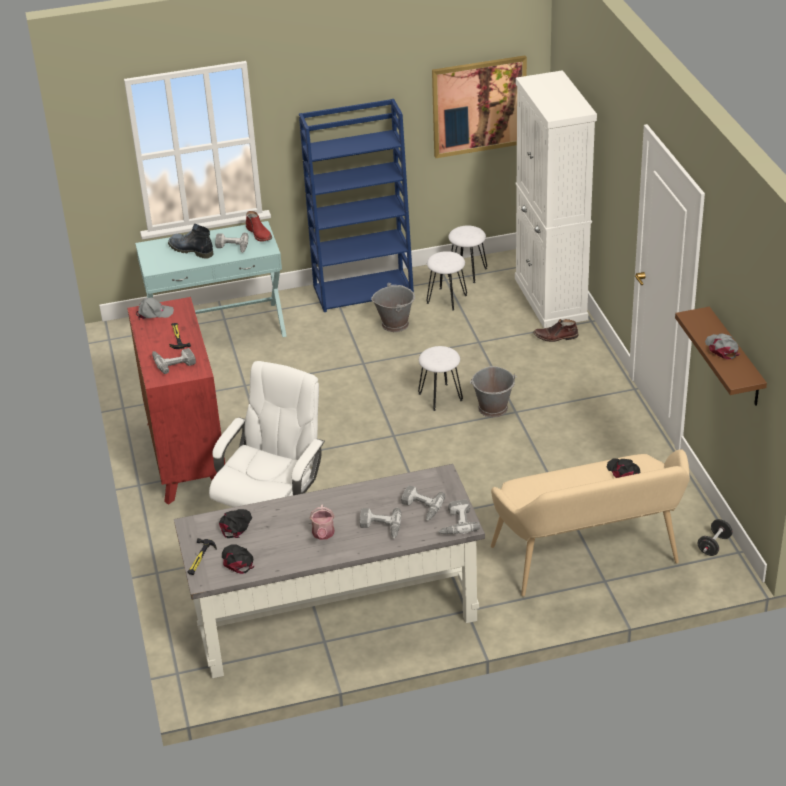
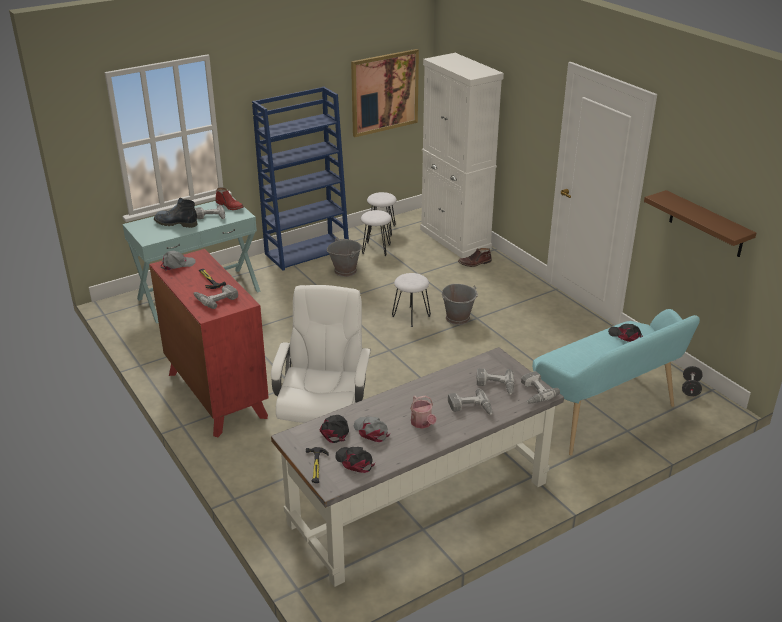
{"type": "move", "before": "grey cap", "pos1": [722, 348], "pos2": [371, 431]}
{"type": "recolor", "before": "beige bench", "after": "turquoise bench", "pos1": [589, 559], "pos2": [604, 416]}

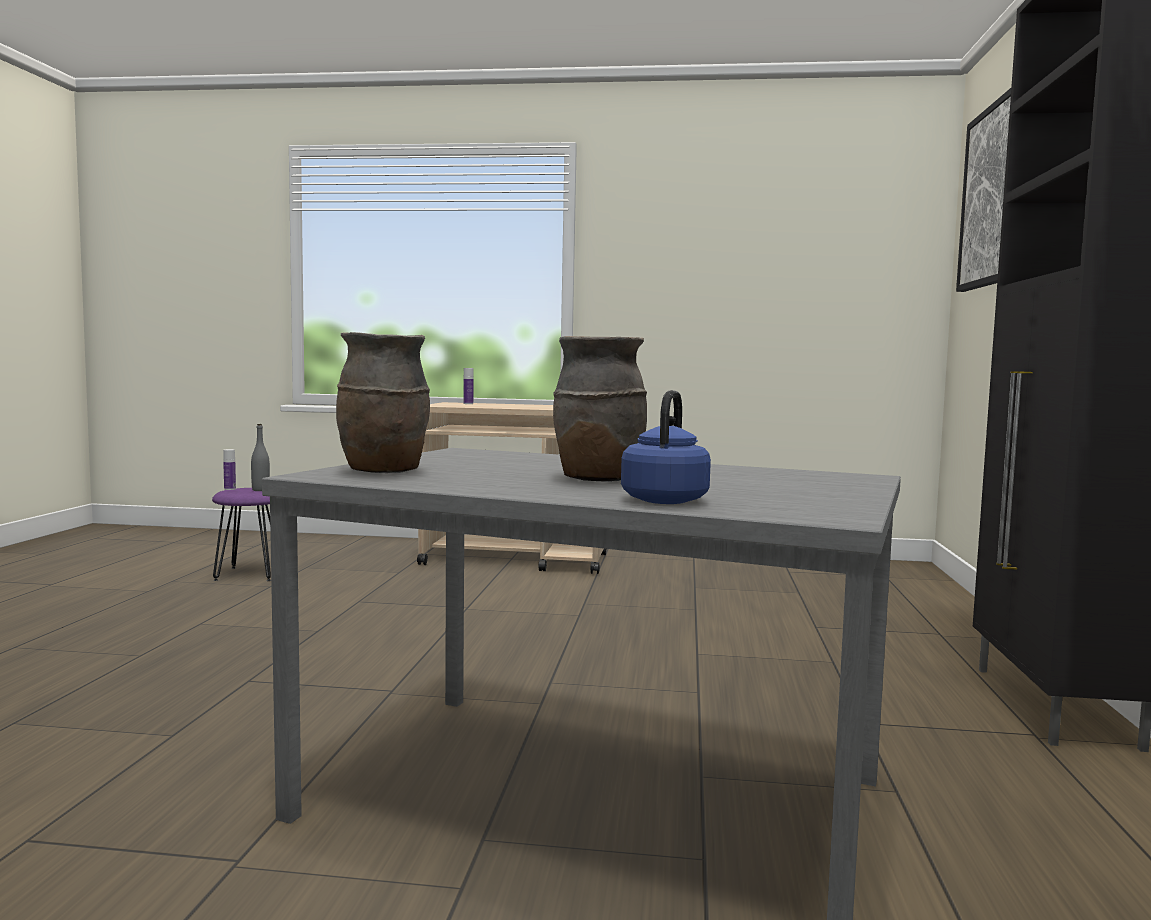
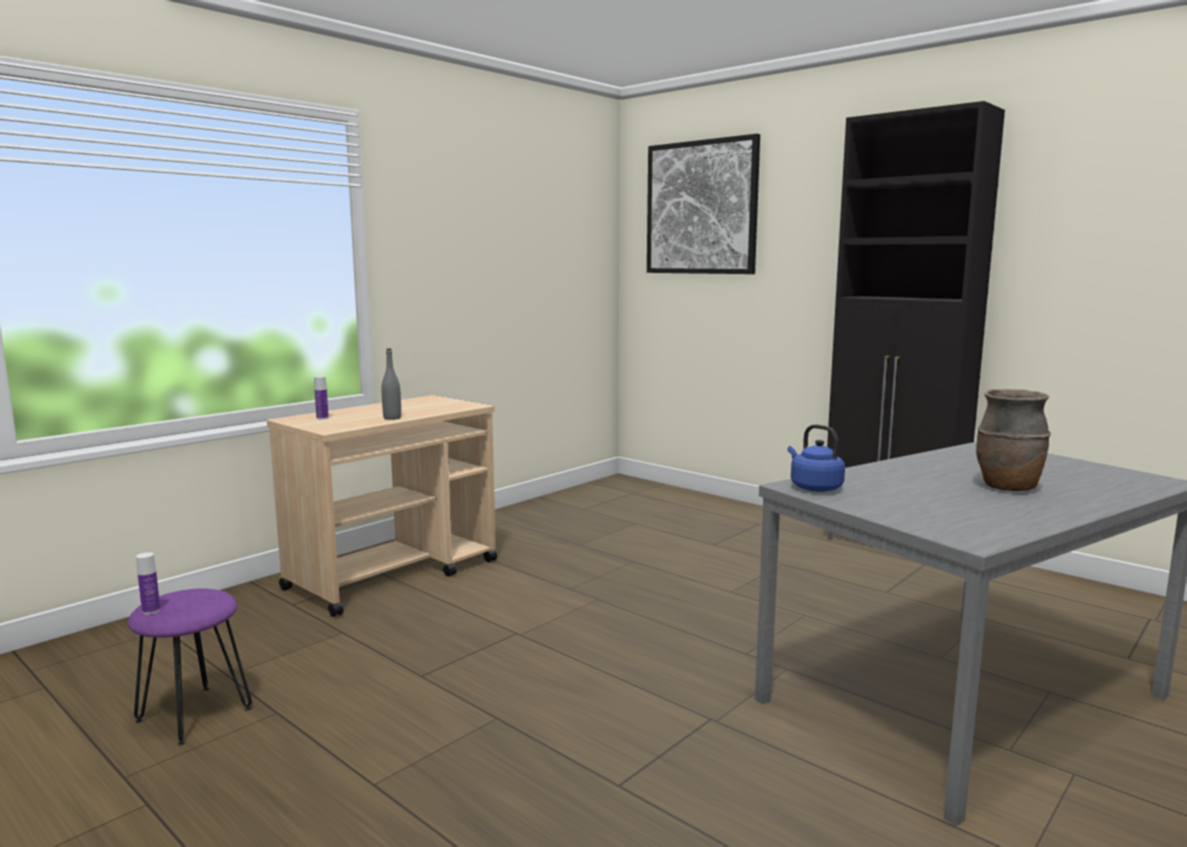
{"type": "delete", "before": "brown vase", "pos1": [384, 472]}
{"type": "move", "before": "grey bottle", "pos1": [260, 490], "pos2": [392, 418]}
{"type": "move", "before": "blue kettle", "pos1": [666, 500], "pos2": [813, 487]}

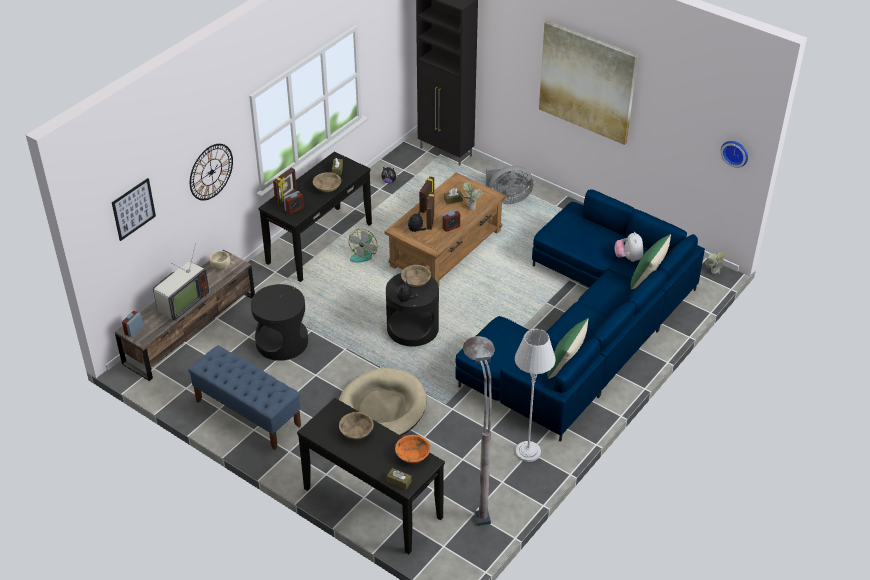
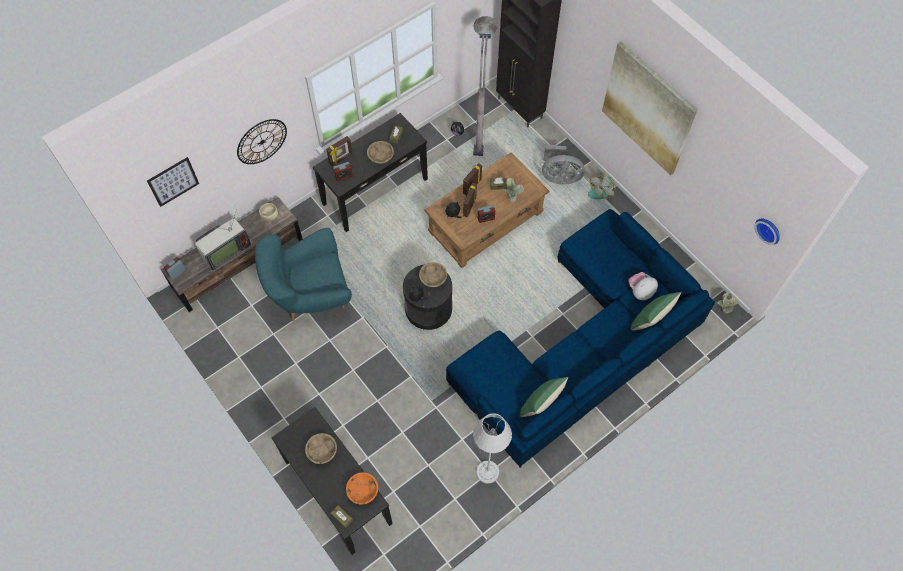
{"type": "delete", "before": "blue bench", "pos1": [247, 413]}
{"type": "delete", "before": "beige dog bed", "pos1": [381, 409]}
{"type": "move", "before": "fan", "pos1": [363, 254], "pos2": [601, 190]}
{"type": "move", "before": "grey floor lamp", "pos1": [476, 494], "pos2": [480, 133]}
{"type": "replace", "before": "black side table", "after": "turquoise armchair", "pos1": [281, 341], "pos2": [311, 296]}
{"type": "rotate", "before": "plush toy", "pos1": [628, 258], "pos2": [640, 291], "turn": 45}

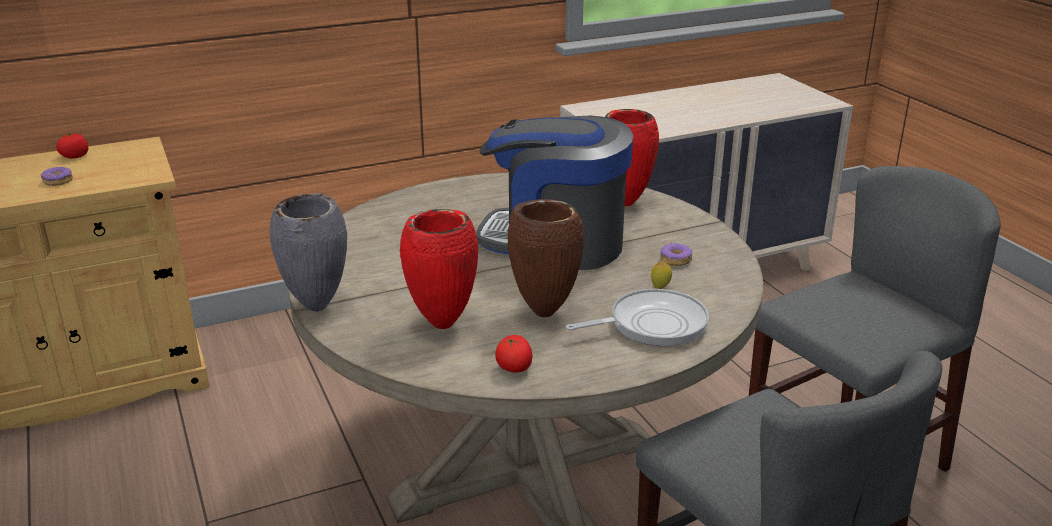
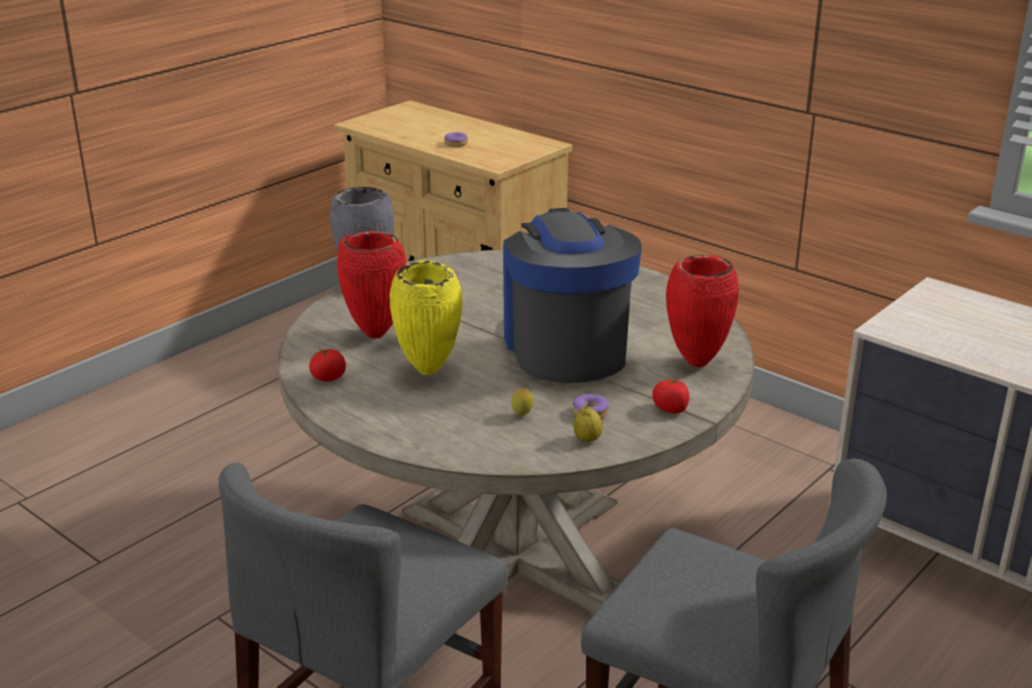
{"type": "delete", "before": "frying pan", "pos1": [652, 325]}
{"type": "insert", "after": "lemon", "pos2": [587, 439]}
{"type": "move", "before": "tomato", "pos1": [75, 156], "pos2": [671, 409]}
{"type": "recolor", "before": "brown vase", "after": "yellow vase", "pos1": [545, 312], "pos2": [429, 371]}

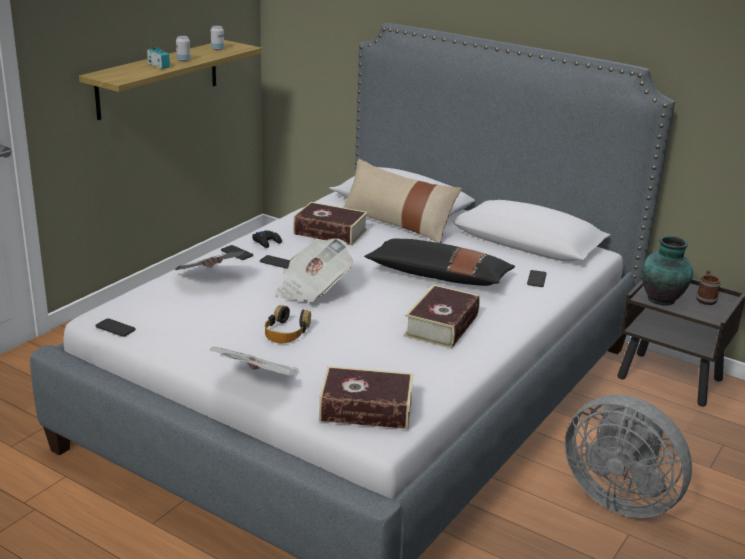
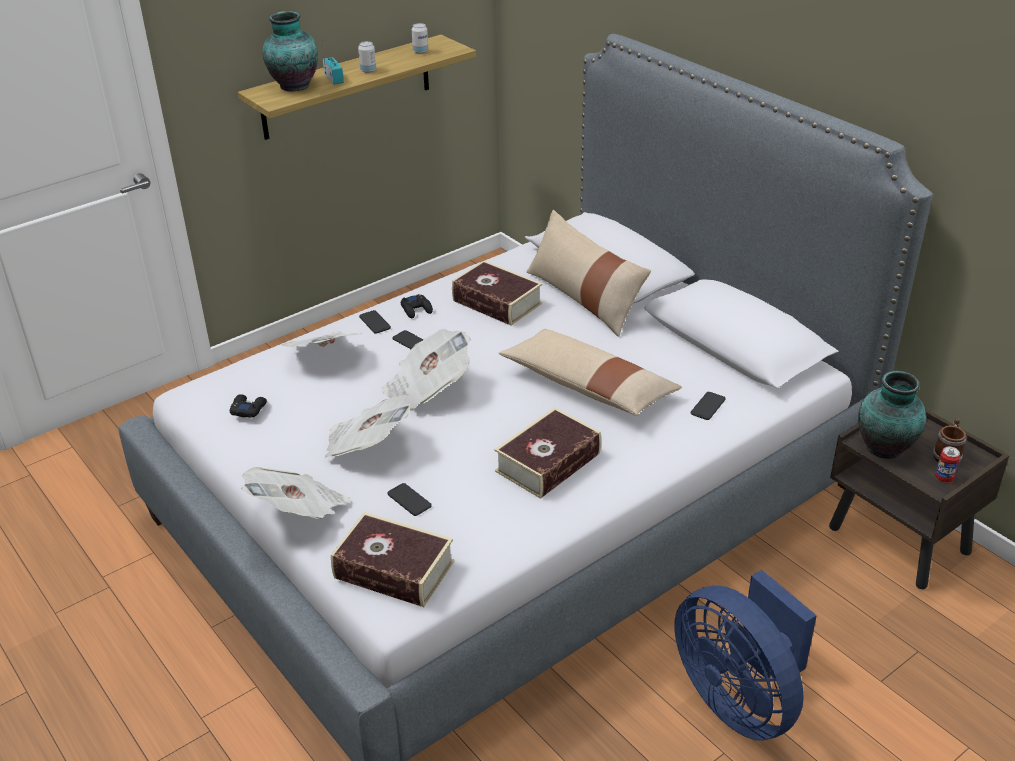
{"type": "insert", "after": "black game controller", "pos2": [248, 409]}
{"type": "insert", "after": "vase", "pos2": [293, 86]}
{"type": "insert", "after": "can", "pos2": [944, 478]}
{"type": "move", "before": "phone", "pos1": [115, 328], "pos2": [409, 500]}
{"type": "replace", "before": "headphones", "after": "newspaper", "pos1": [286, 331], "pos2": [367, 445]}
{"type": "recolor", "before": "black pillow", "after": "beige pillow", "pos1": [438, 276], "pos2": [588, 386]}
{"type": "recolor", "before": "grey fan", "after": "blue fan", "pos1": [619, 497], "pos2": [739, 699]}

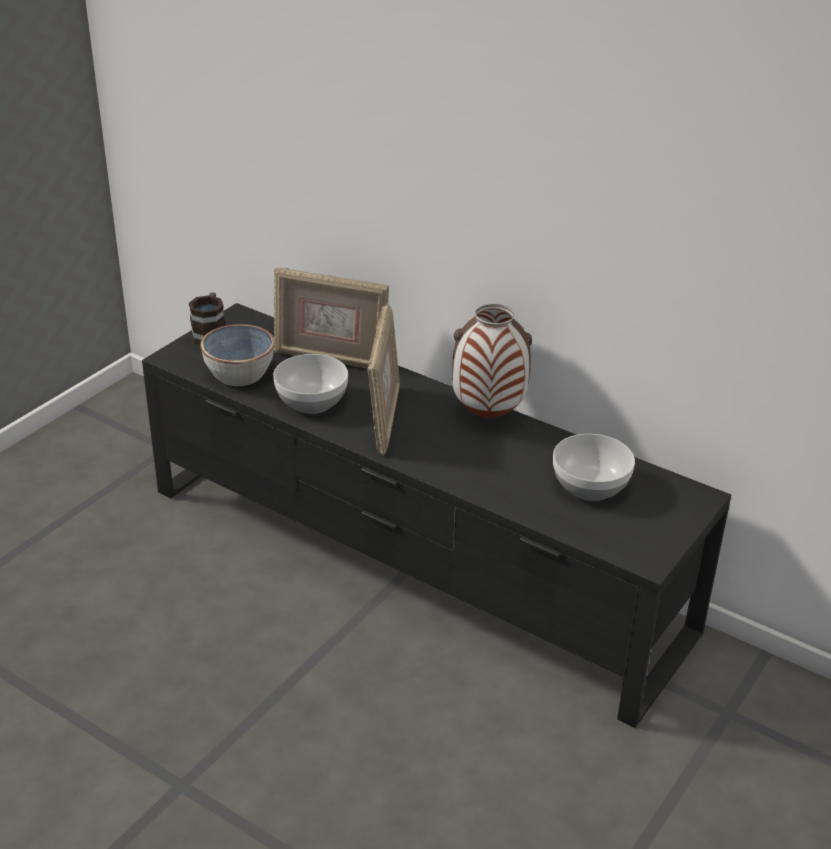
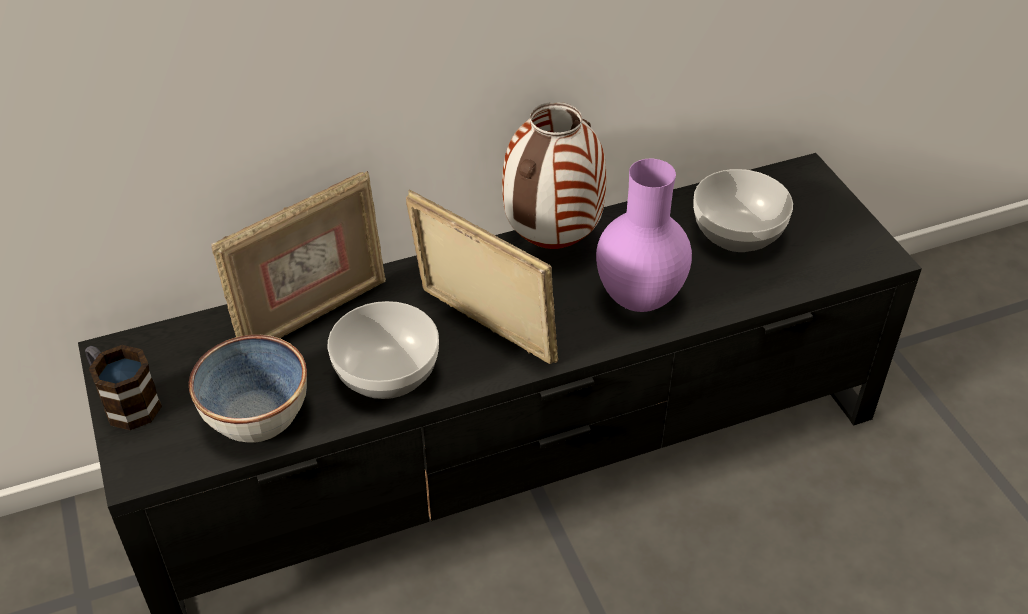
{"type": "insert", "after": "purple vase", "pos2": [637, 301]}

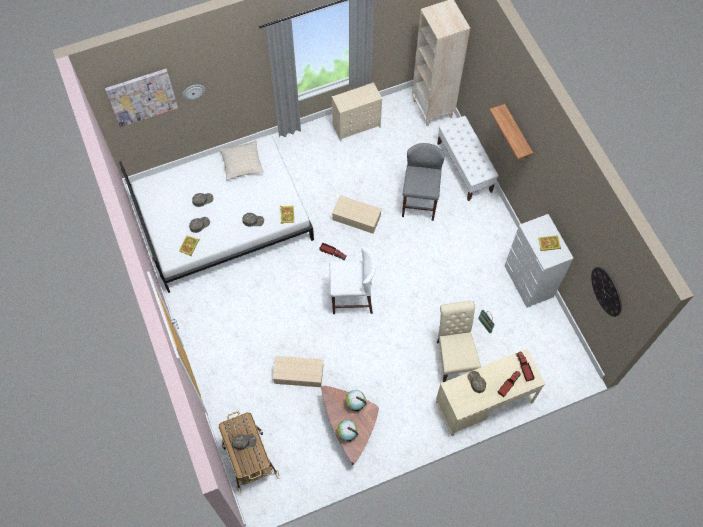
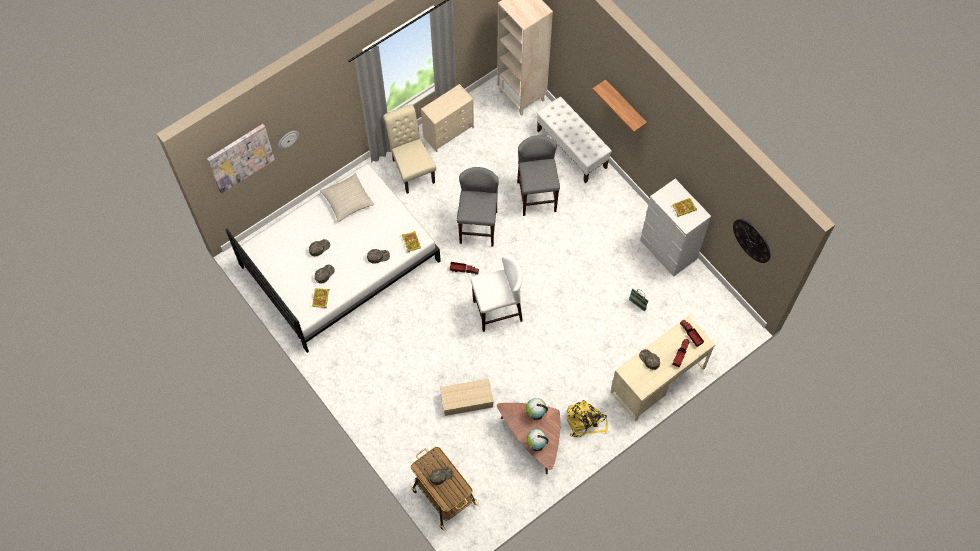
{"type": "insert", "after": "yellow backpack", "pos2": [585, 421]}
{"type": "move", "before": "beige chair", "pos1": [453, 356], "pos2": [411, 169]}
{"type": "replace", "before": "beige storage box", "after": "grey stool", "pos1": [357, 217], "pos2": [478, 227]}

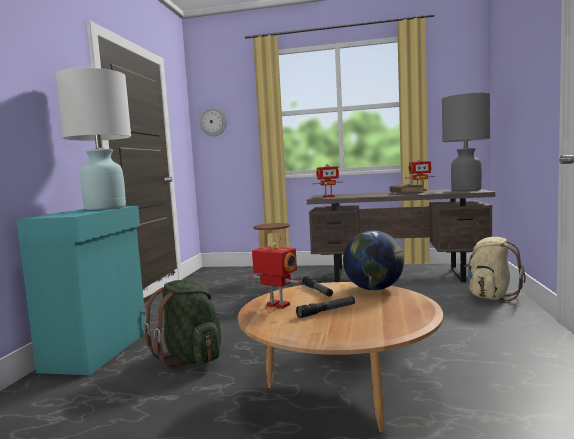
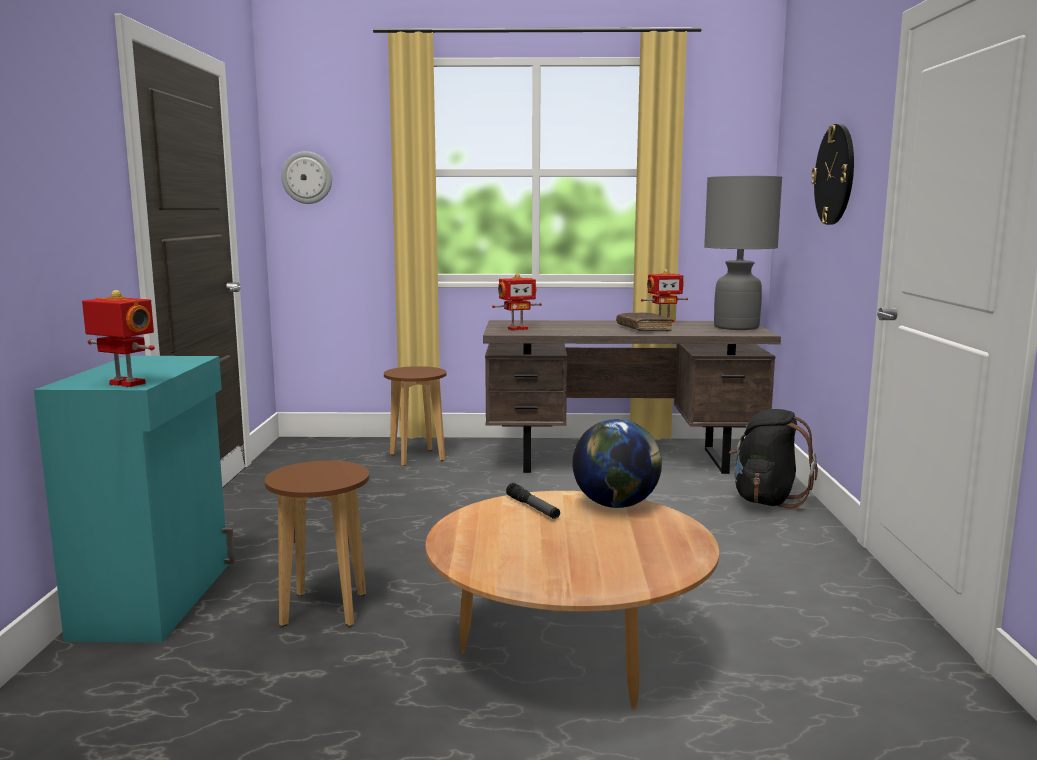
{"type": "delete", "before": "white table lamp", "pos1": [105, 208]}
{"type": "delete", "before": "flashlight", "pos1": [327, 311]}
{"type": "insert", "after": "wall clock", "pos2": [835, 175]}
{"type": "move", "before": "toy robot", "pos1": [277, 305], "pos2": [125, 384]}
{"type": "replace", "before": "green backpack", "after": "brown stool", "pos1": [191, 358], "pos2": [323, 609]}
{"type": "recolor", "before": "beige backpack", "after": "black backpack", "pos1": [491, 296], "pos2": [766, 500]}

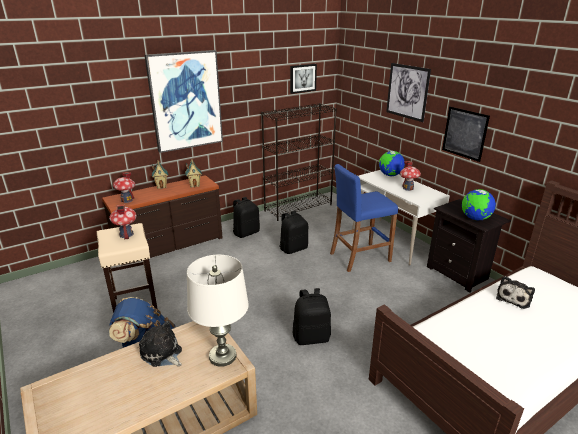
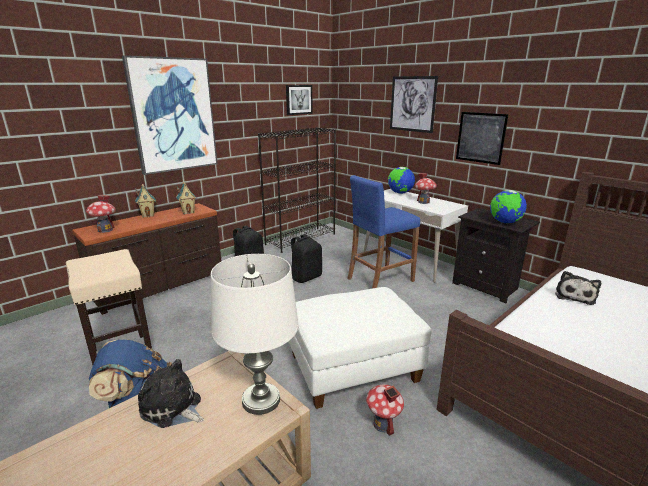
{"type": "move", "before": "toy house", "pos1": [126, 234], "pos2": [383, 424]}
{"type": "replace", "before": "black backpack", "after": "white ottoman", "pos1": [311, 337], "pos2": [353, 368]}

